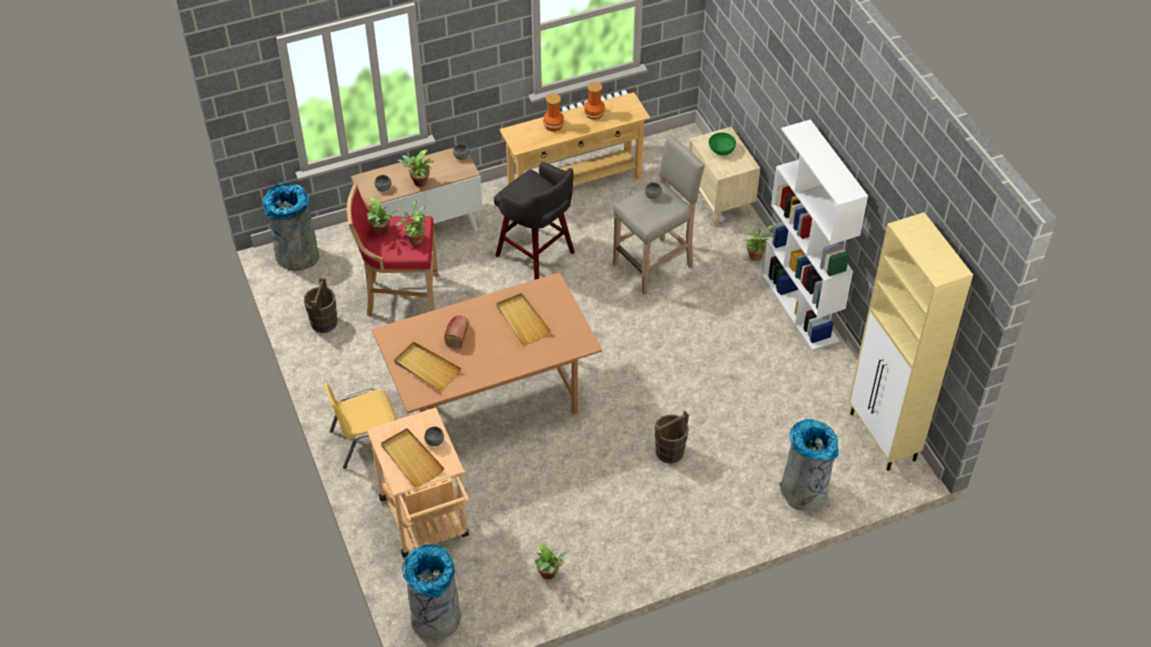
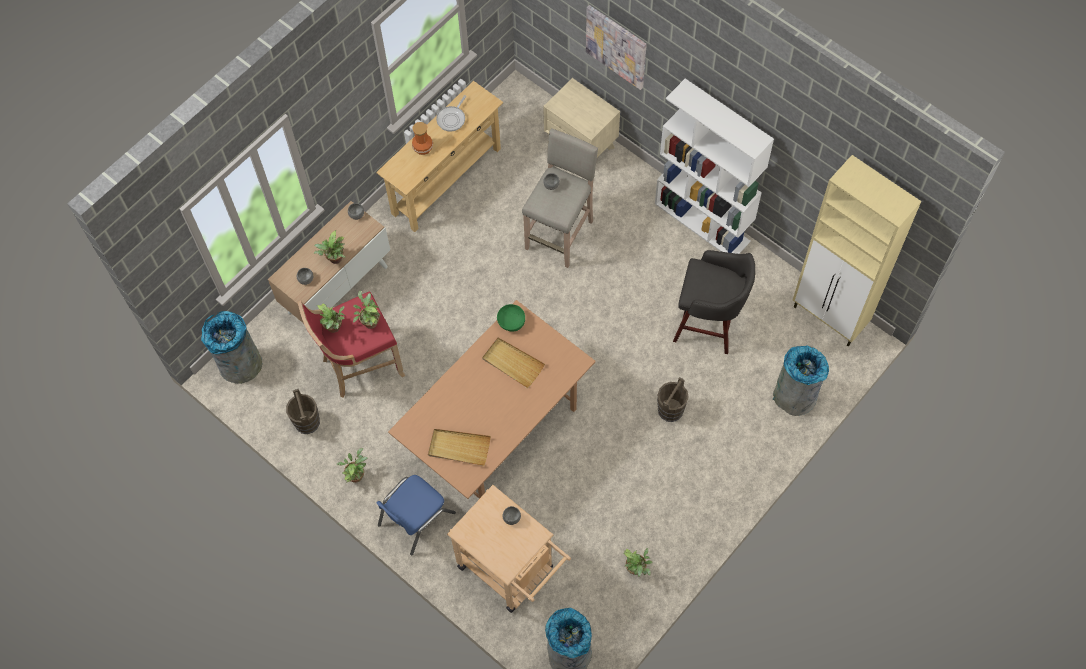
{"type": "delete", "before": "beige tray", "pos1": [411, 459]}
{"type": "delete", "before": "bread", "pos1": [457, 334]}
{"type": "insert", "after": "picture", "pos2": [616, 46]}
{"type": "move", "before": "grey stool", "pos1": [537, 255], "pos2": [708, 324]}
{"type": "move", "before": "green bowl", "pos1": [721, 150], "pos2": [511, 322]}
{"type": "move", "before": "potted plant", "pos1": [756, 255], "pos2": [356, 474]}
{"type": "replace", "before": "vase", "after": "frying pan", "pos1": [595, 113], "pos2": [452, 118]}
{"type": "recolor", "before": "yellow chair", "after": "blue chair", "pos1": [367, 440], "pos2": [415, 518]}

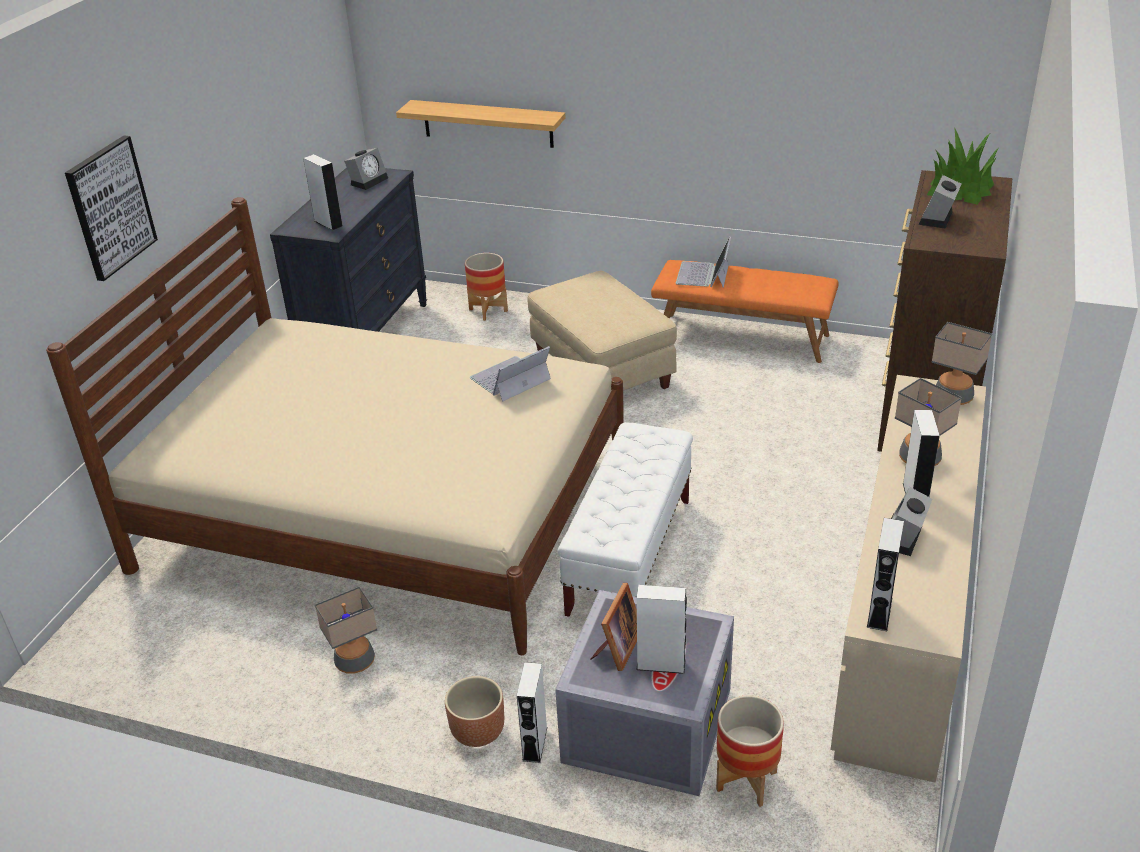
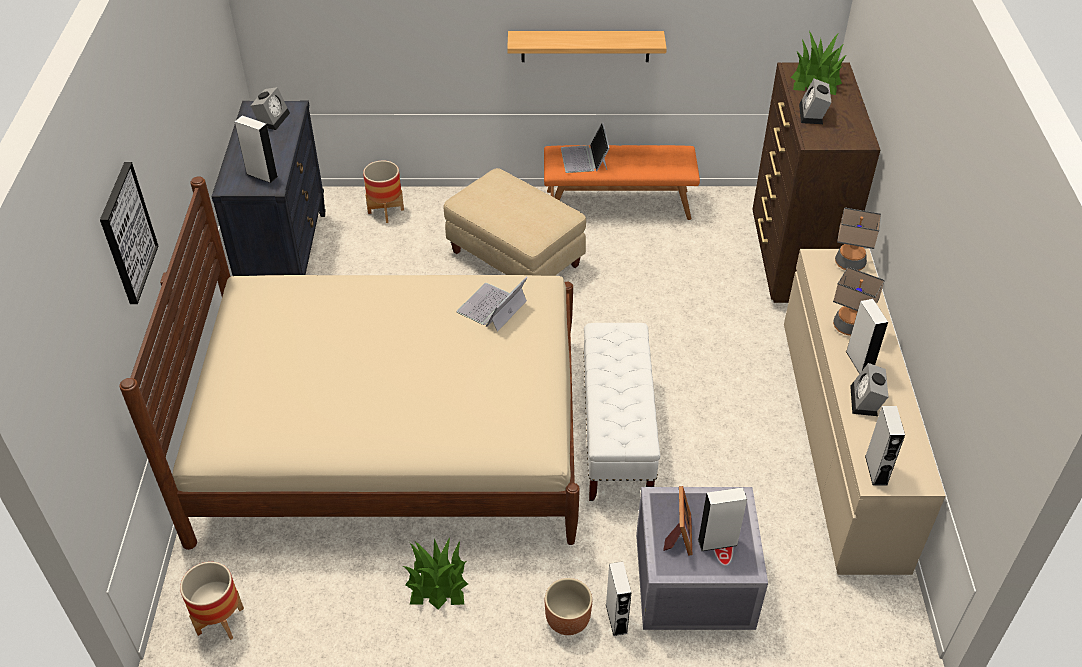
{"type": "move", "before": "shelf", "pos1": [487, 123], "pos2": [585, 46]}
{"type": "move", "before": "planter", "pos1": [746, 781], "pos2": [220, 621]}
{"type": "replace", "before": "table lamp", "after": "potted plant", "pos1": [354, 661], "pos2": [437, 583]}

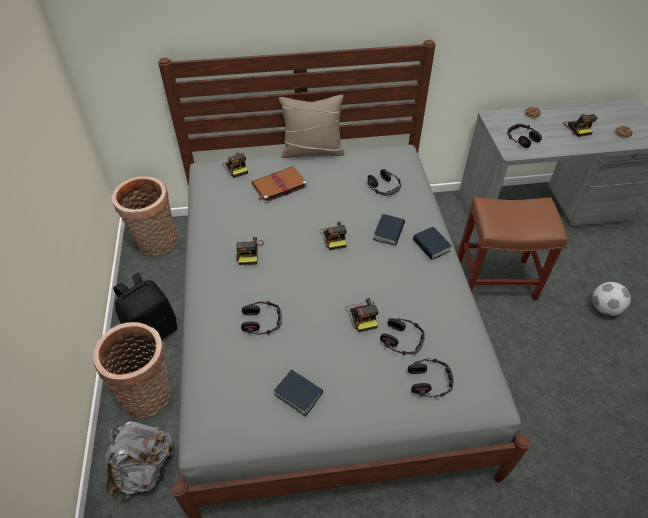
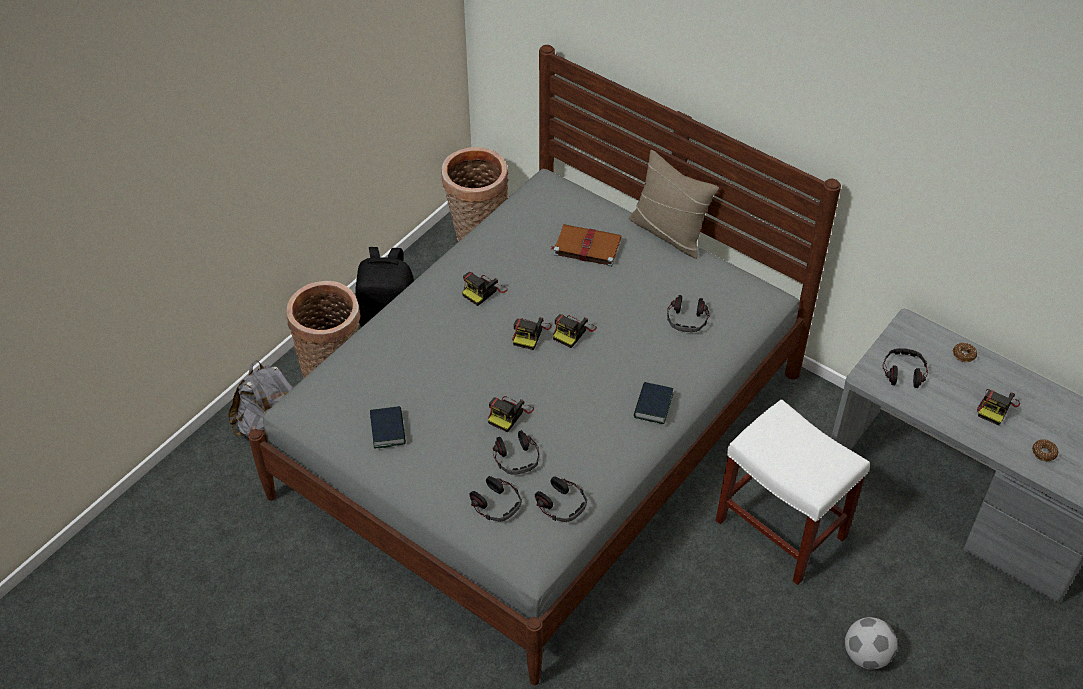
{"type": "delete", "before": "book", "pos1": [389, 232]}
{"type": "move", "before": "photo camera", "pos1": [236, 167], "pos2": [530, 334]}
{"type": "move", "before": "headphones", "pos1": [262, 321], "pos2": [561, 504]}
{"type": "recolor", "before": "brown stool", "after": "white stool", "pos1": [496, 278], "pos2": [782, 530]}

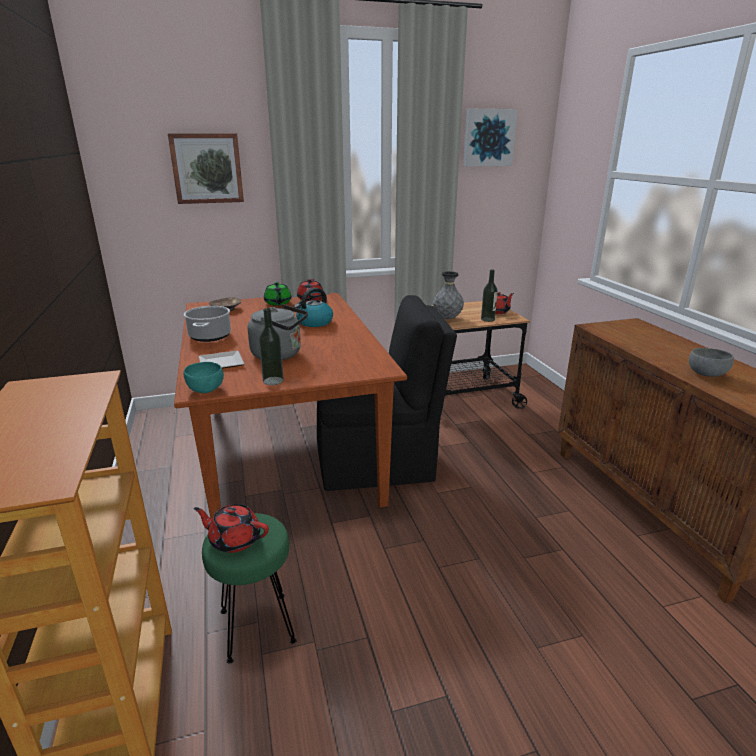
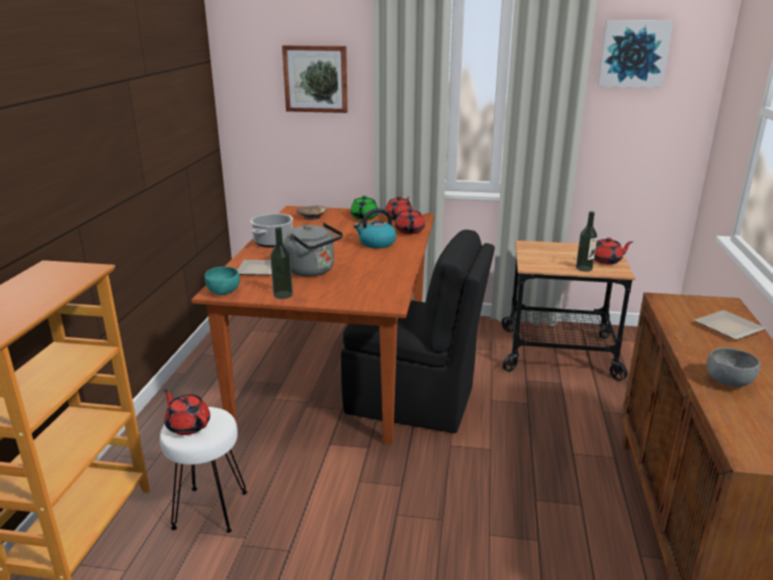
{"type": "delete", "before": "grey vase", "pos1": [447, 318]}
{"type": "insert", "after": "red teapot", "pos2": [409, 231]}
{"type": "insert", "after": "plate", "pos2": [728, 327]}
{"type": "recolor", "before": "green stool", "after": "white stool", "pos1": [256, 626], "pos2": [209, 509]}

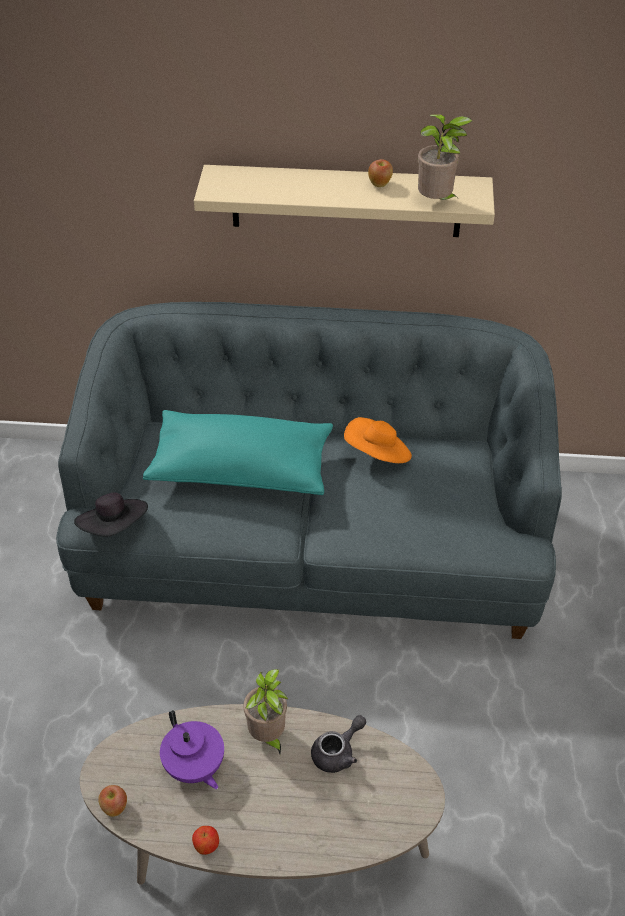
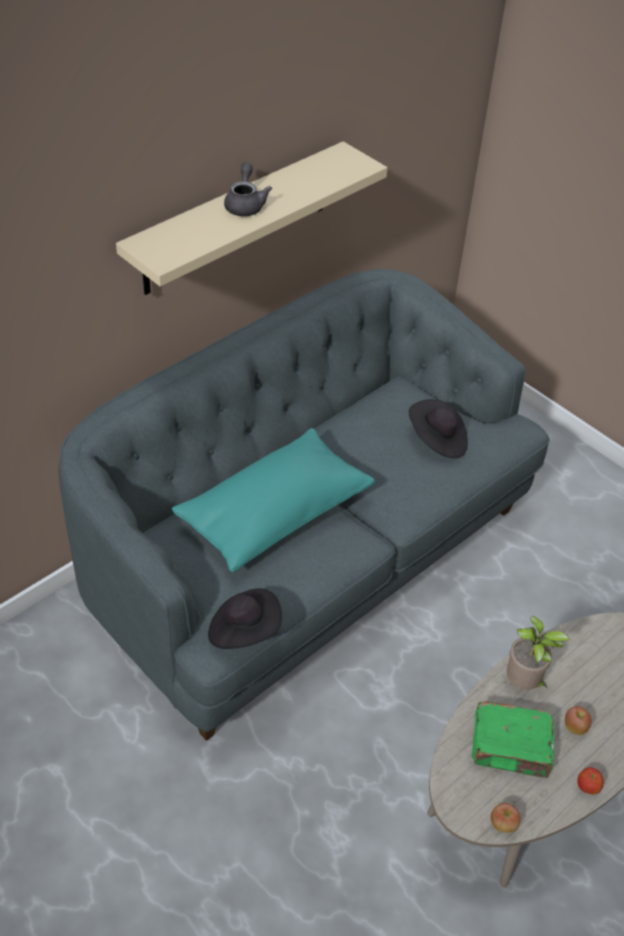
{"type": "delete", "before": "orange hat", "pos1": [378, 454]}
{"type": "delete", "before": "potted plant", "pos1": [437, 202]}
{"type": "insert", "after": "black hat", "pos2": [437, 441]}
{"type": "move", "before": "grey teapot", "pos1": [338, 752], "pos2": [245, 204]}
{"type": "move", "before": "apple", "pos1": [380, 184], "pos2": [575, 727]}
{"type": "replace", "before": "purple teapot", "after": "green book", "pos1": [194, 767], "pos2": [511, 748]}

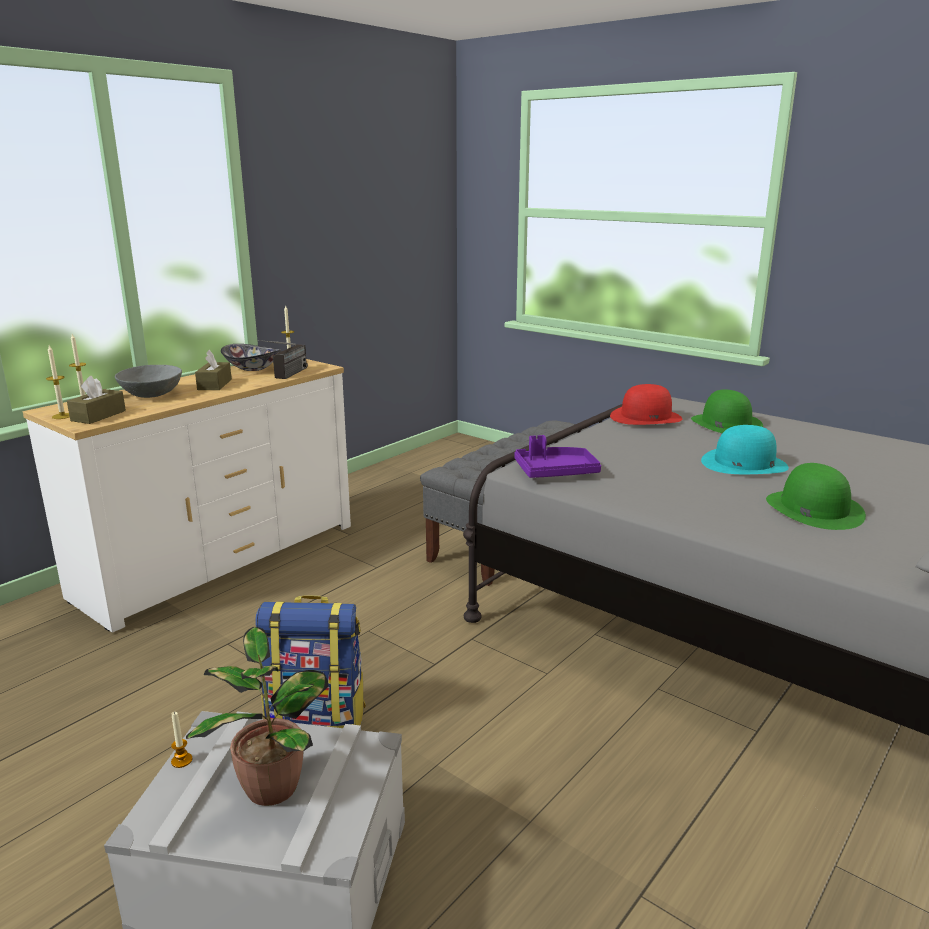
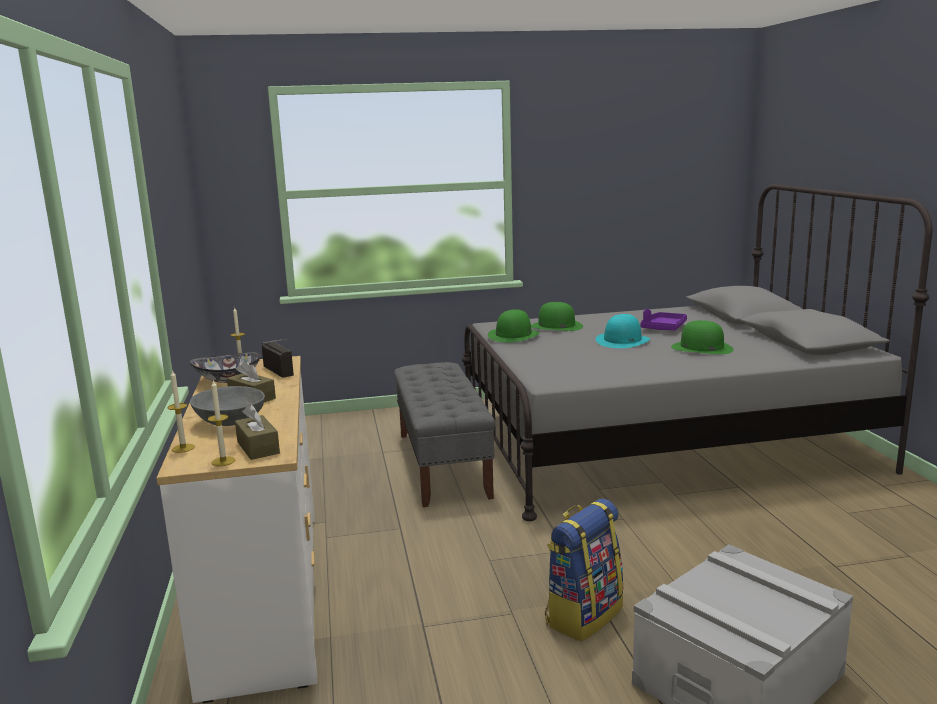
{"type": "delete", "before": "candle", "pos1": [181, 760]}
{"type": "delete", "before": "potted plant", "pos1": [271, 784]}
{"type": "move", "before": "purple tray", "pos1": [555, 472], "pos2": [663, 328]}
{"type": "recolor", "before": "red hat", "after": "green hat", "pos1": [646, 417], "pos2": [513, 335]}

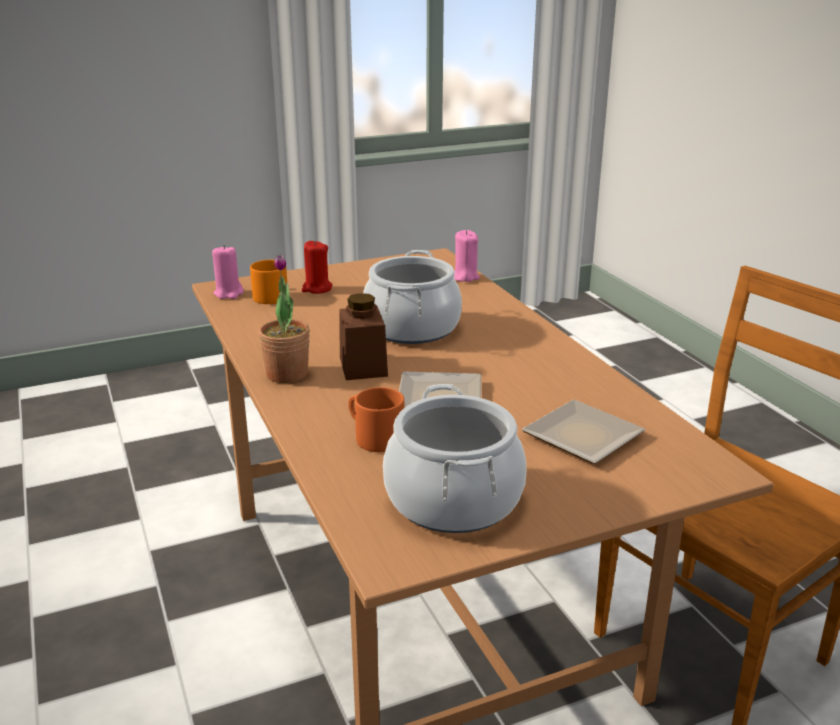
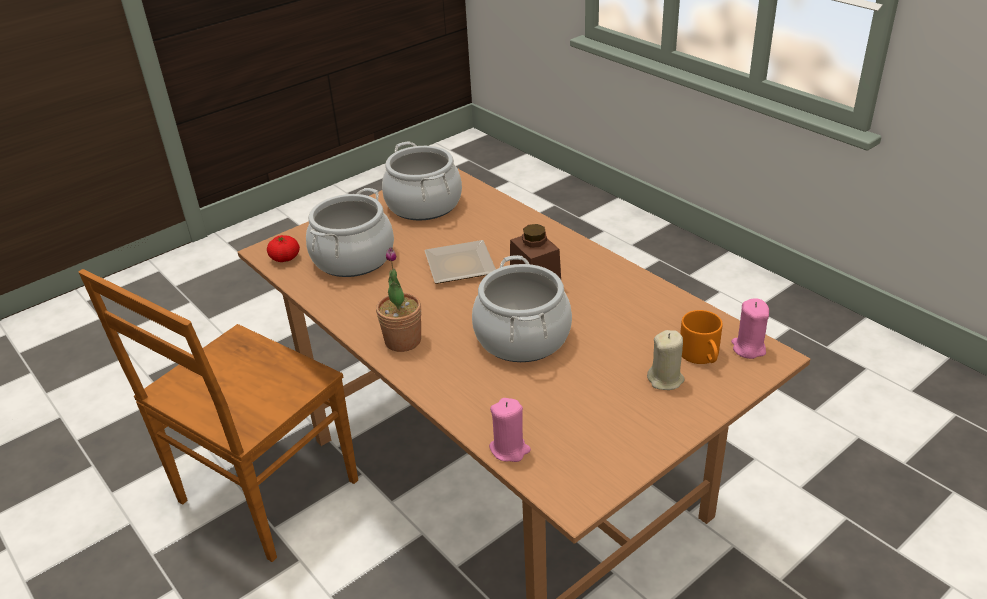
{"type": "delete", "before": "orange mug", "pos1": [373, 437]}
{"type": "insert", "after": "tomato", "pos2": [285, 258]}
{"type": "move", "before": "potted plant", "pos1": [287, 374], "pos2": [403, 340]}
{"type": "replace", "before": "plate", "after": "cooking pot", "pos1": [582, 434], "pos2": [353, 258]}
{"type": "recolor", "before": "red candle", "after": "beige candle", "pos1": [317, 289], "pos2": [665, 379]}

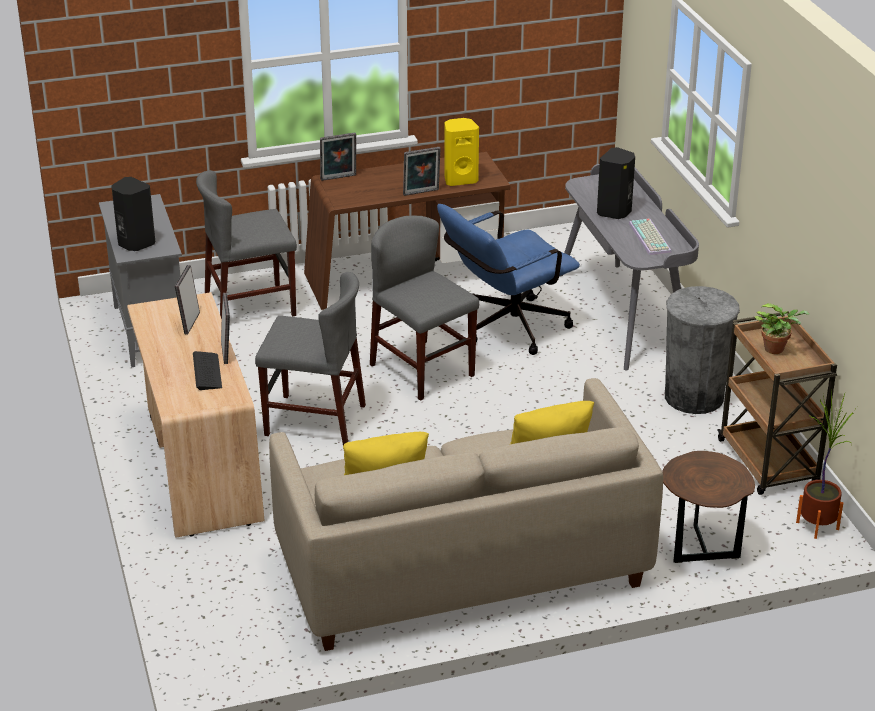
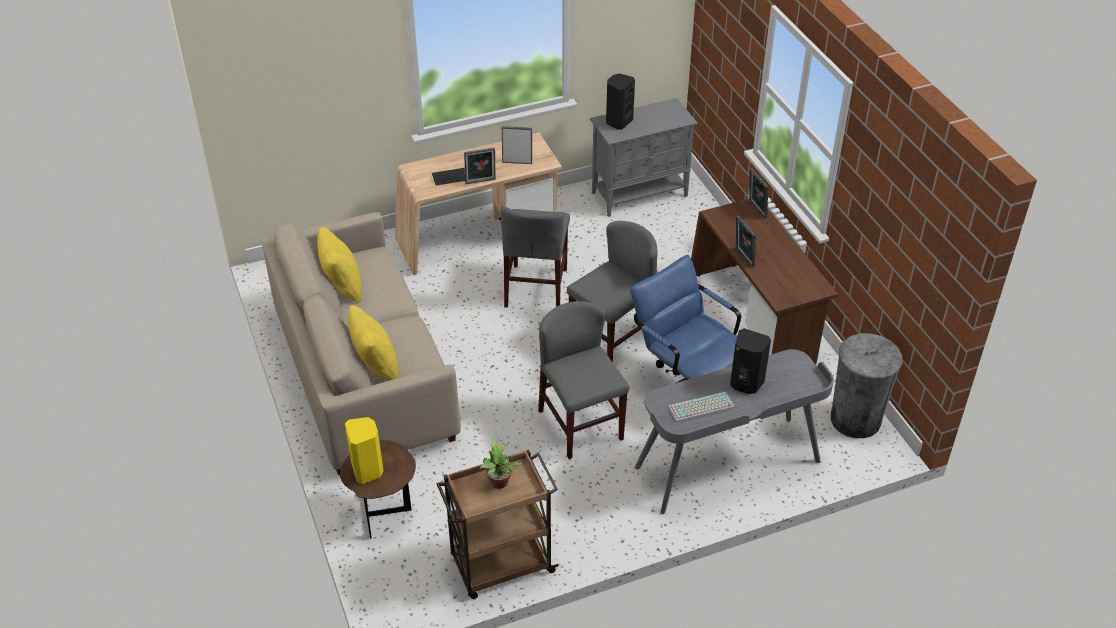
{"type": "delete", "before": "potted plant", "pos1": [817, 525]}
{"type": "move", "before": "grey chair", "pos1": [250, 306], "pos2": [580, 425]}
{"type": "move", "before": "yellow speaker", "pos1": [460, 179], "pos2": [368, 470]}
{"type": "move", "before": "grey trash can", "pos1": [694, 397], "pos2": [855, 419]}

